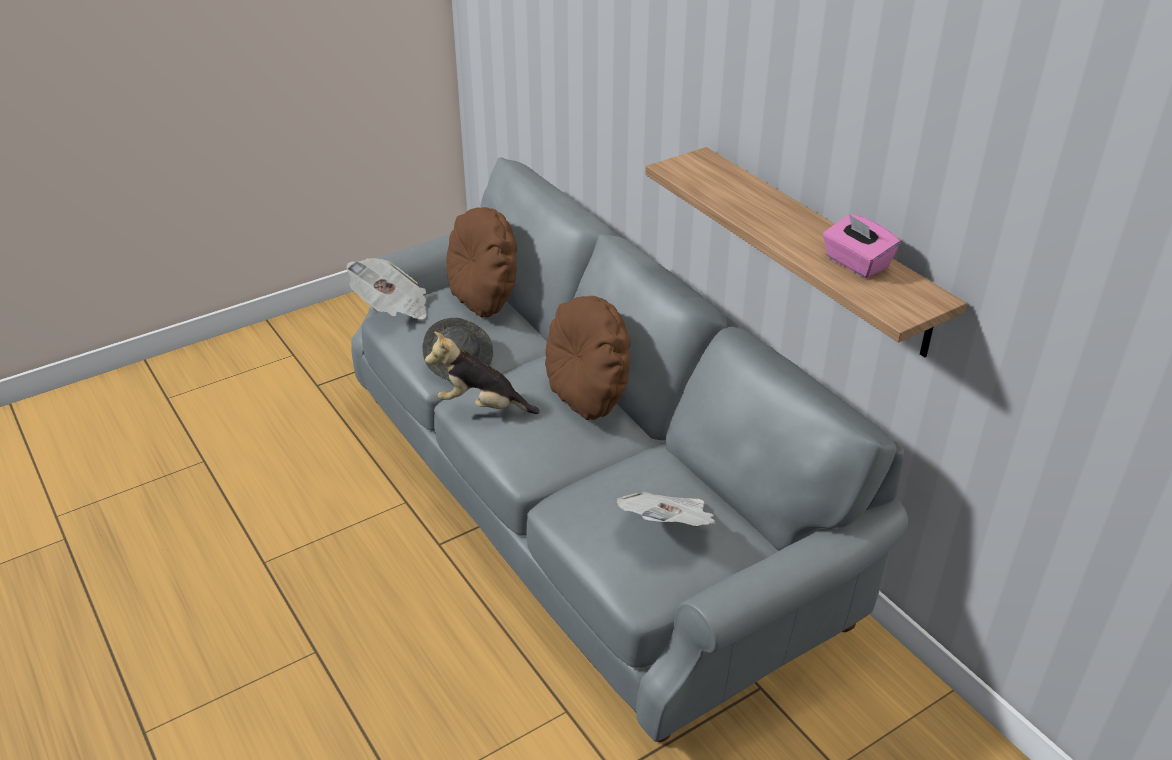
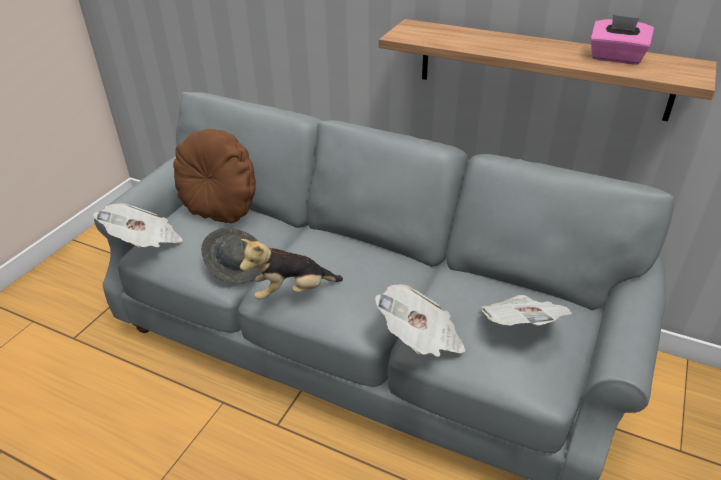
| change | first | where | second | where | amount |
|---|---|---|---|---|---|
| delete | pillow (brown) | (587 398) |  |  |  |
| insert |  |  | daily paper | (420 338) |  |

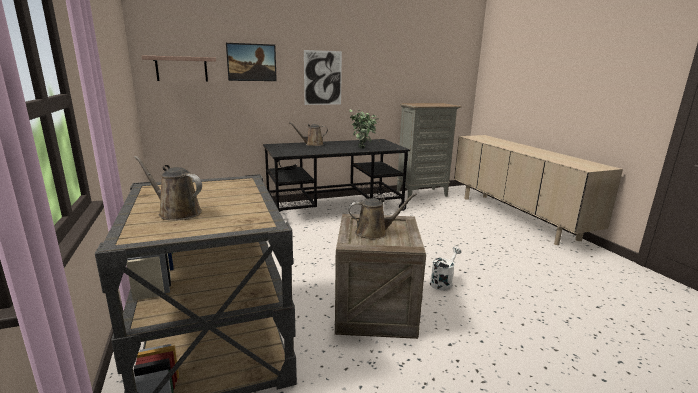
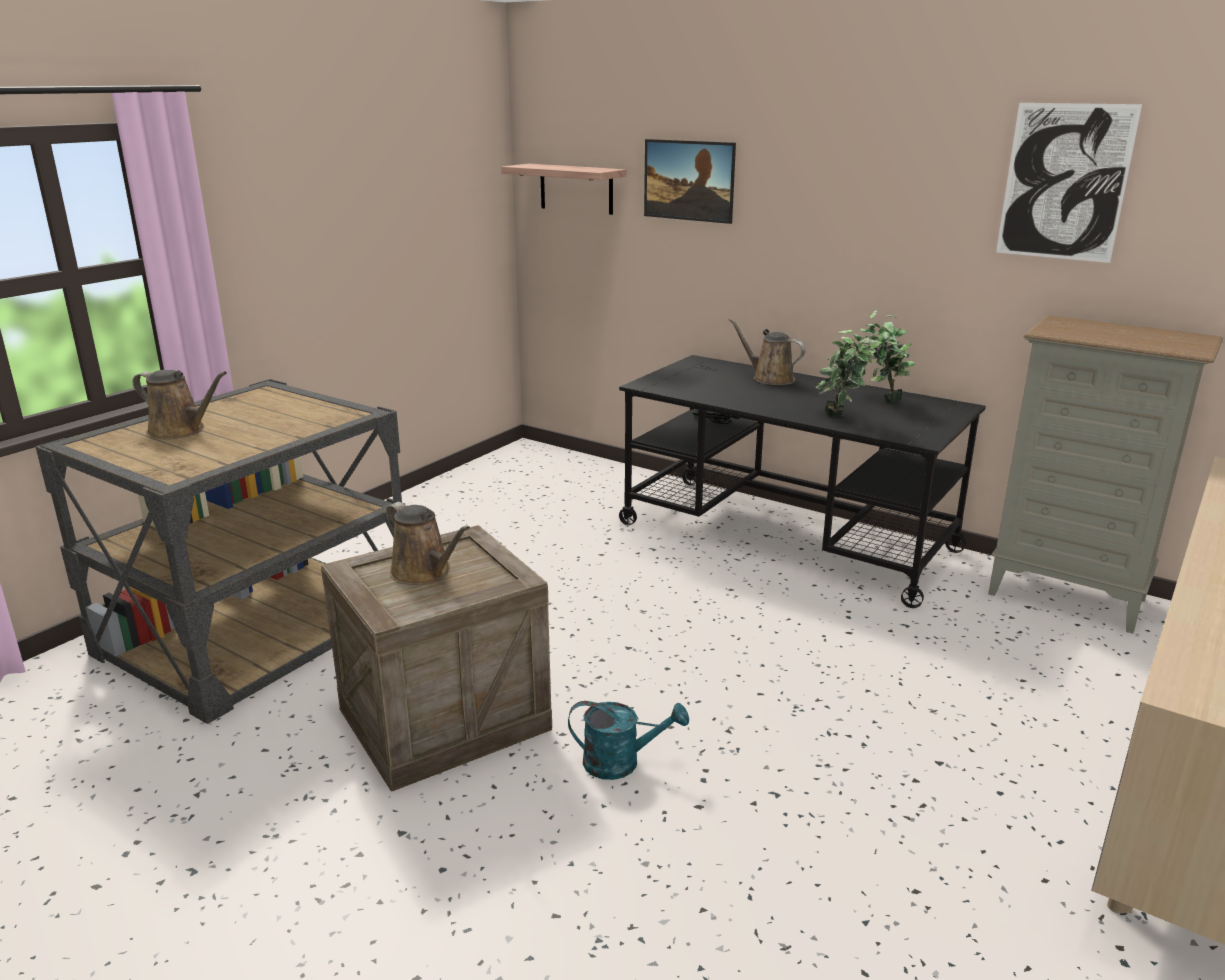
| change | first | where | second | where | amount |
|---|---|---|---|---|---|
| rotate | watering can (brown) | (176 212) |  | (181 431) | 120 degrees clockwise |
| move | picture | (323 78) |  | (1064 182) |  |
| recolor | watering can (white-coloured) | (443 282) | watering can (blue-green) | (621 762) |  |

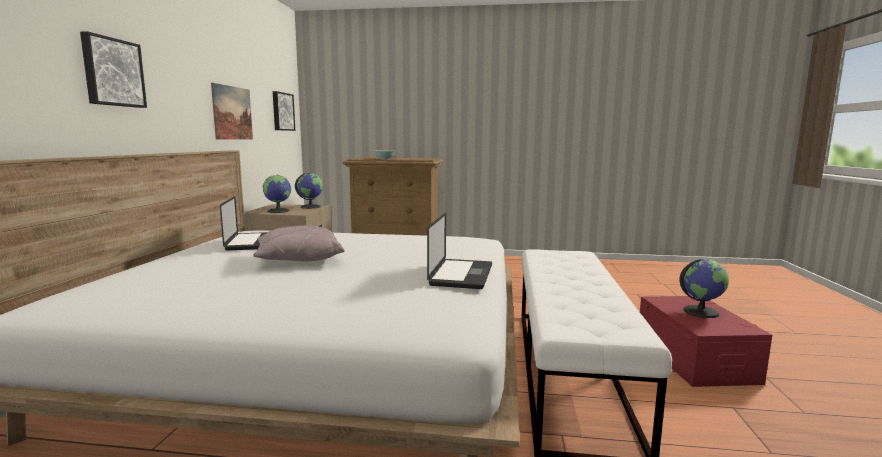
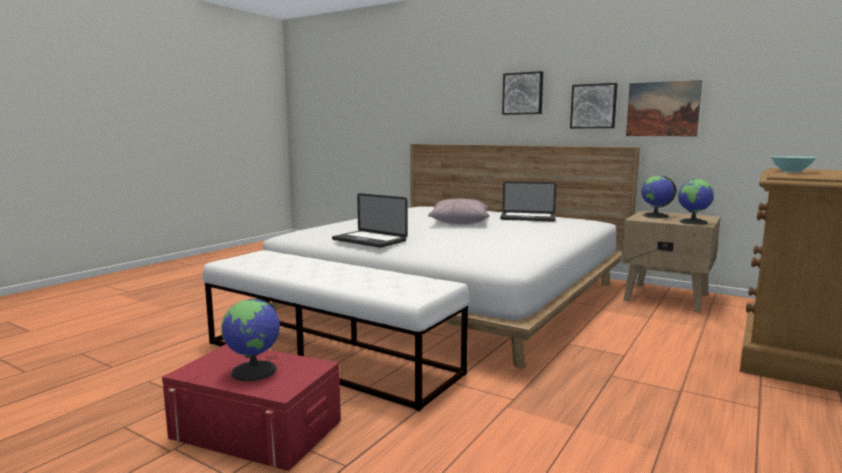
| change | first | where | second | where | amount |
|---|---|---|---|---|---|
| move | picture | (282 111) |  | (593 106) |  |

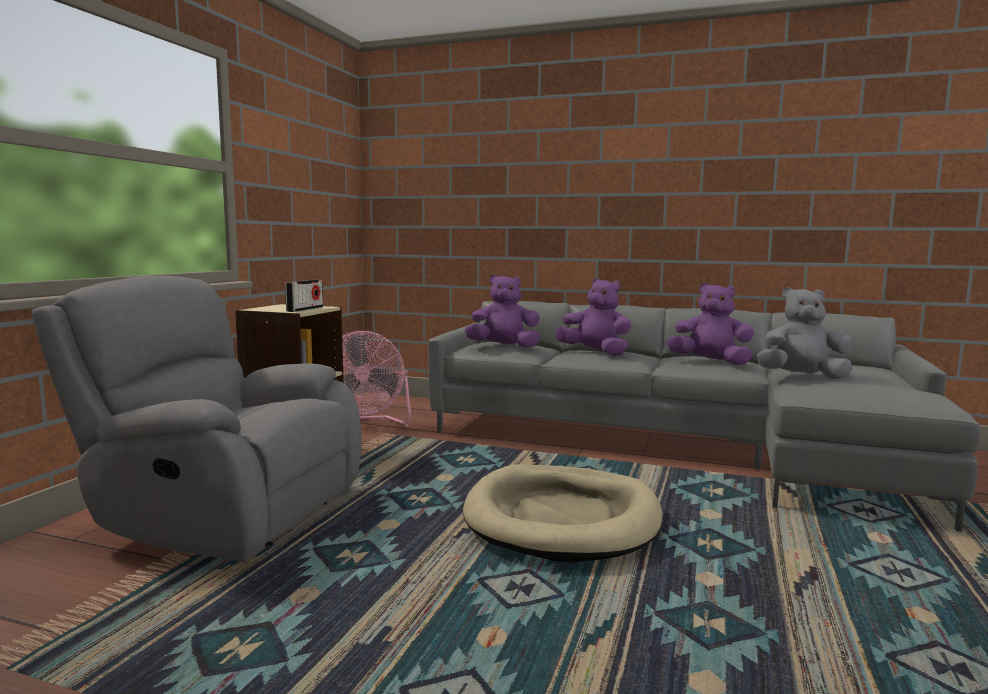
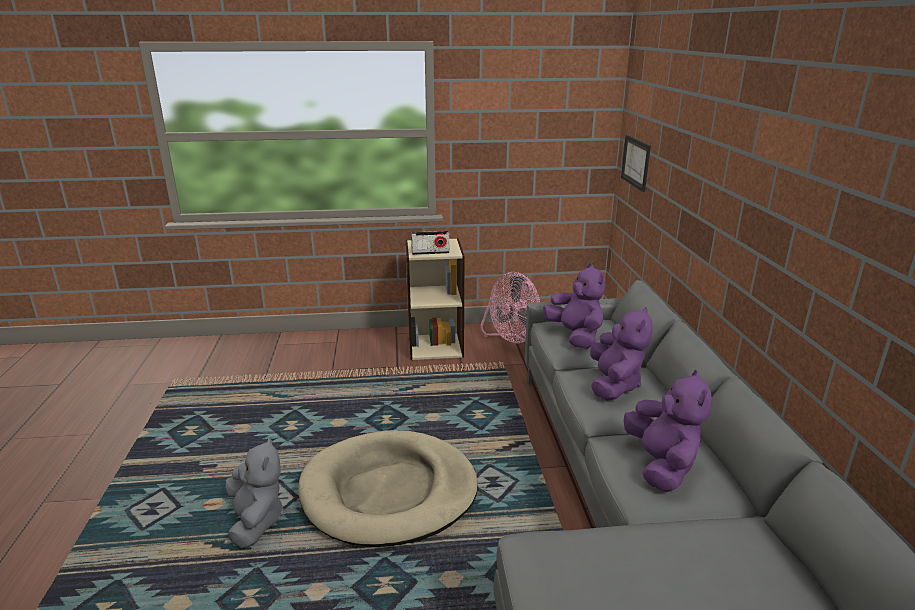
| change | first | where | second | where | amount |
|---|---|---|---|---|---|
| delete | armchair (grey) | (226 512) |  |  |  |
| move | soft toy (grey) | (802 377) |  | (256 521) |  |
| insert |  |  | picture | (636 162) |  |

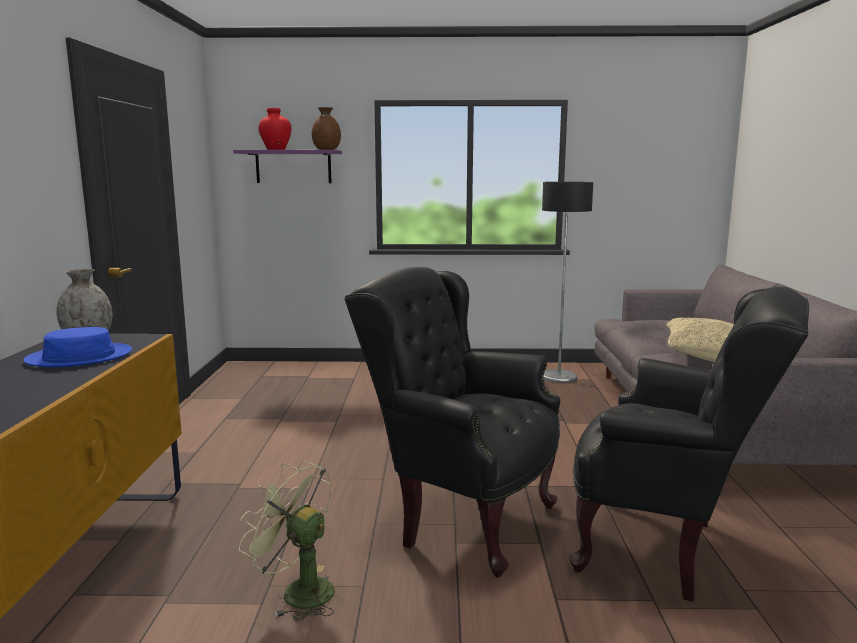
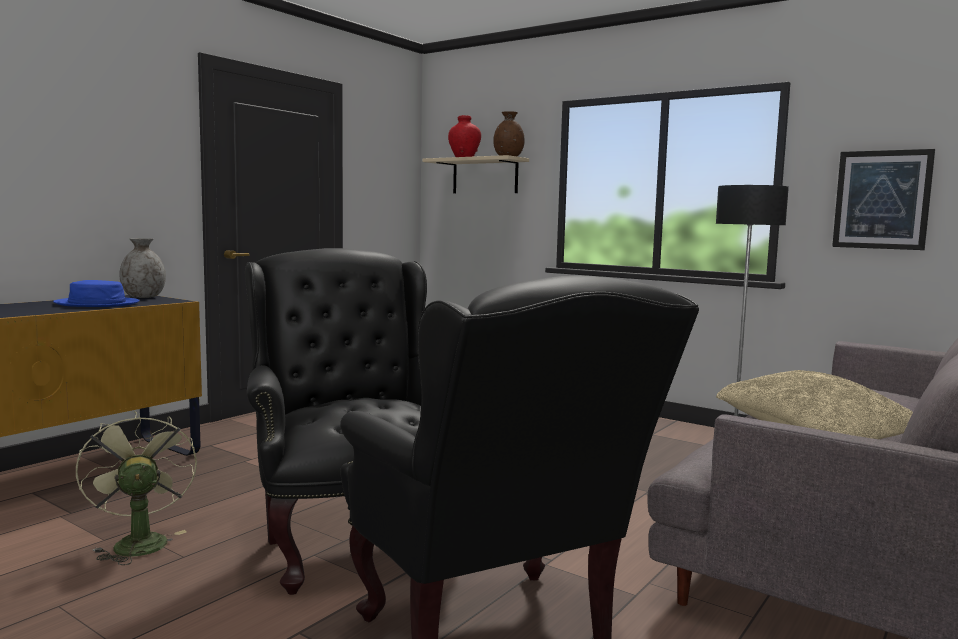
| change | first | where | second | where | amount |
|---|---|---|---|---|---|
| recolor | shelf (purple-coloured) | (293 167) | shelf (beige) | (485 176) |  |
| insert |  |  | picture | (882 200) |  |

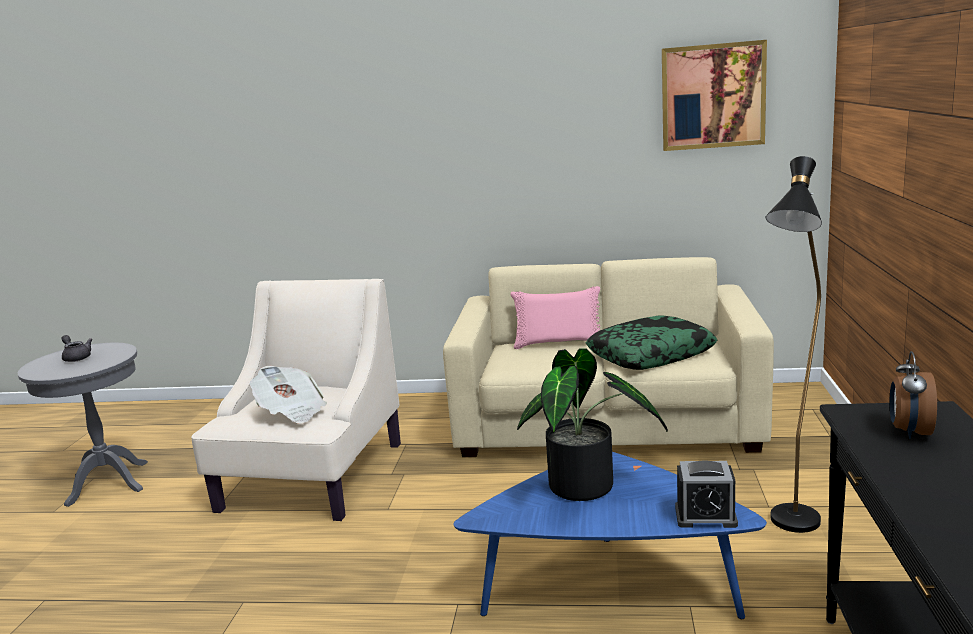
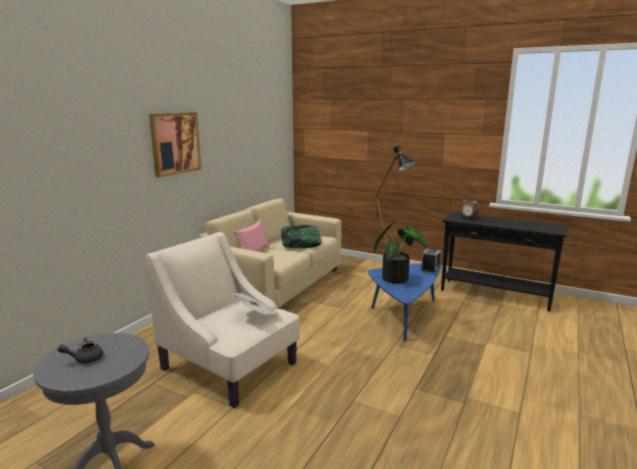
| change | first | where | second | where | amount |
|---|---|---|---|---|---|
| move | picture | (713 96) |  | (175 143) |  |

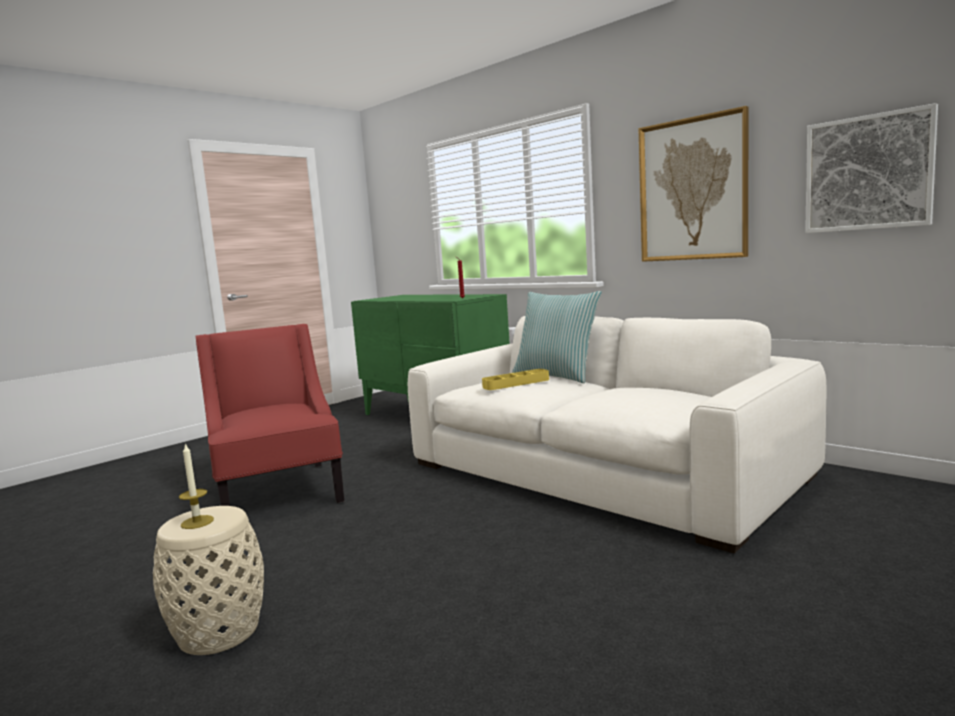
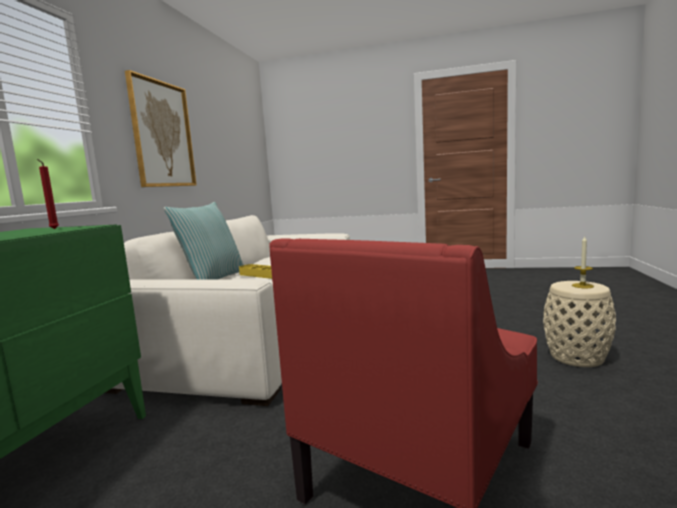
| change | first | where | second | where | amount |
|---|---|---|---|---|---|
| delete | picture | (868 173) |  |  |  |

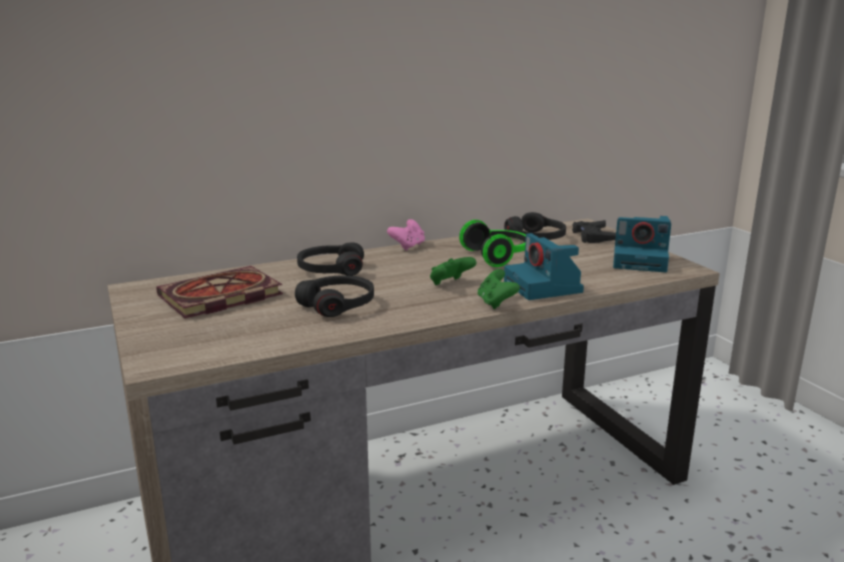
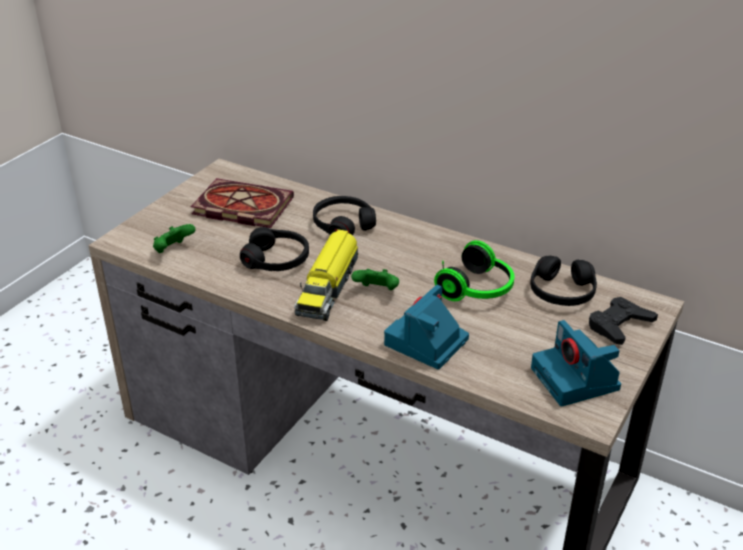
| change | first | where | second | where | amount |
|---|---|---|---|---|---|
| delete | gamepad (pinkish) | (408 246) |  |  |  |
| move | gamepad (green-coloured) | (496 303) |  | (173 250) |  |
| insert |  |  | toy truck | (328 287) |  |

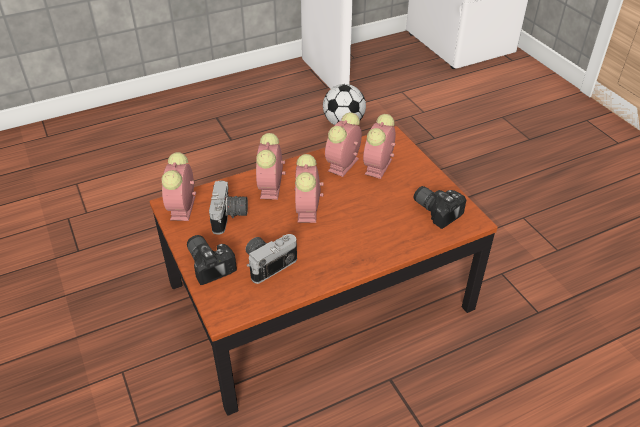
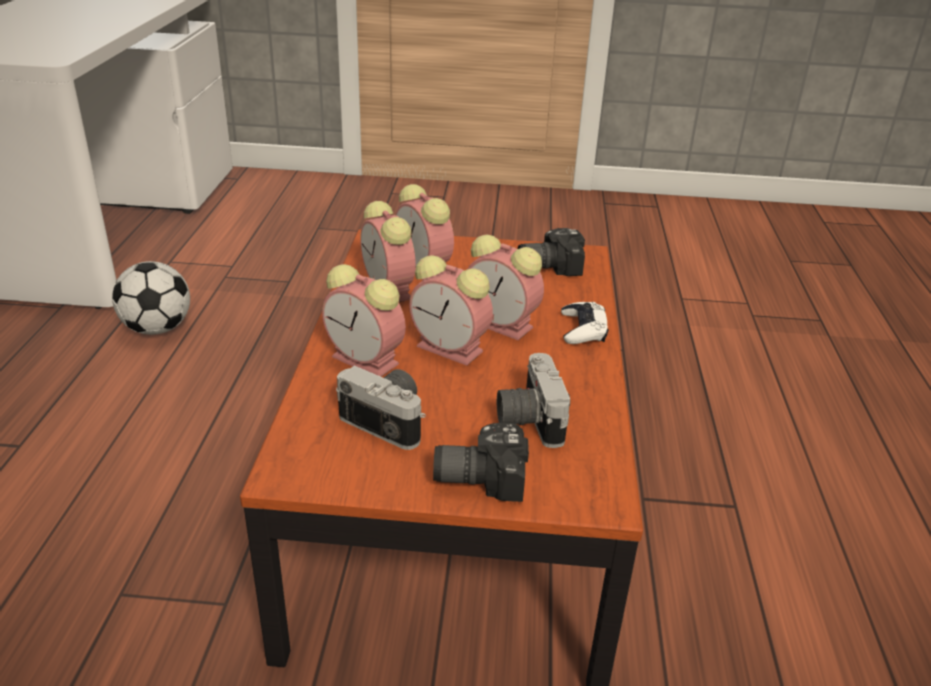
| change | first | where | second | where | amount |
|---|---|---|---|---|---|
| move | table clock | (183 209) |  | (504 325) |  |
| insert |  |  | gamepad (white-coloured) | (583 329) |  |

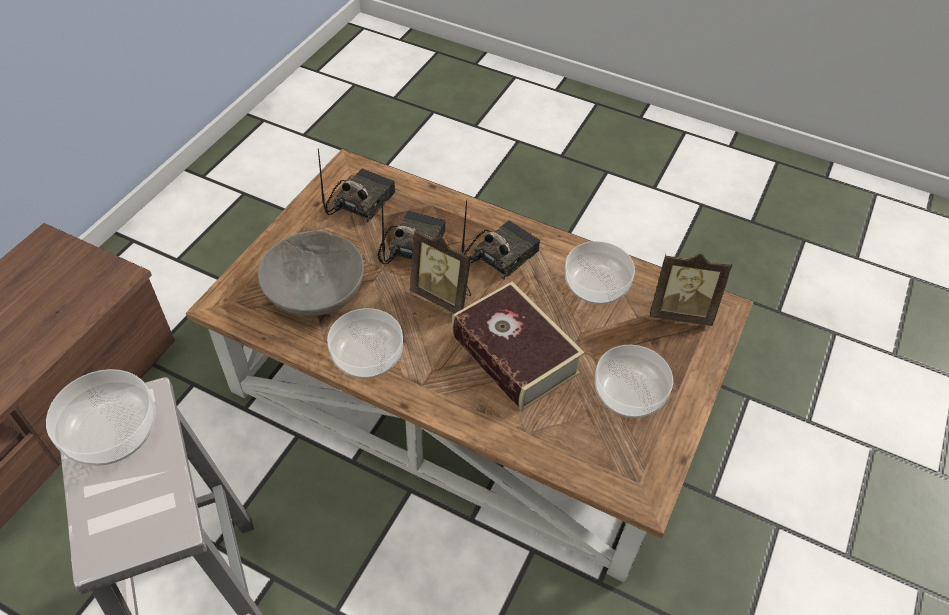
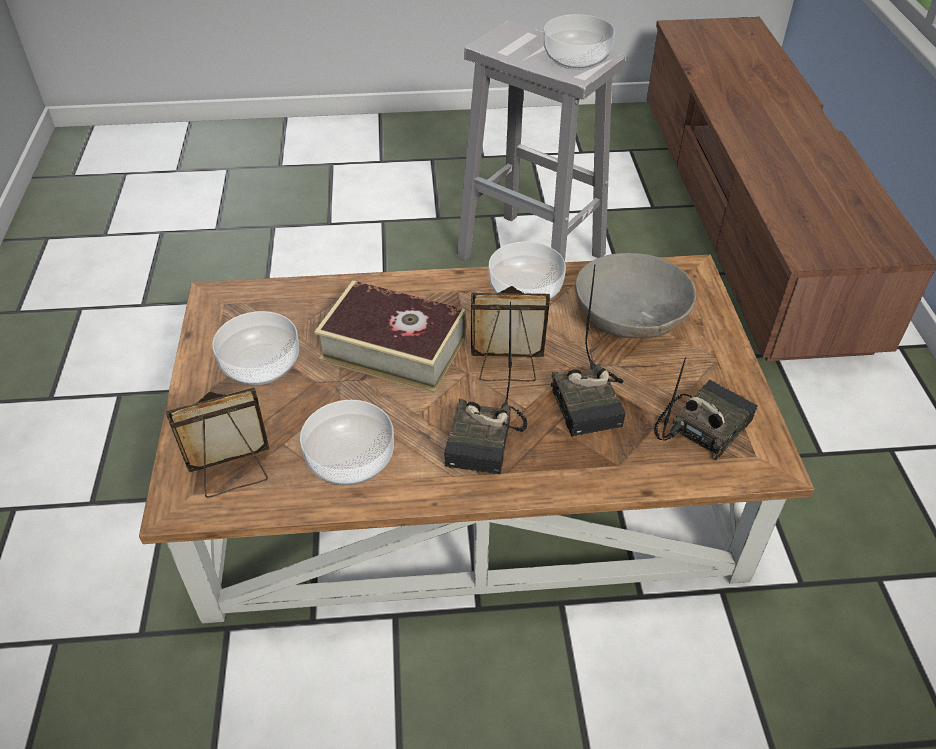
| change | first | where | second | where | amount |
|---|---|---|---|---|---|
| rotate | radio receiver | (360 201) |  | (702 426) | 135 degrees counterclockwise |

